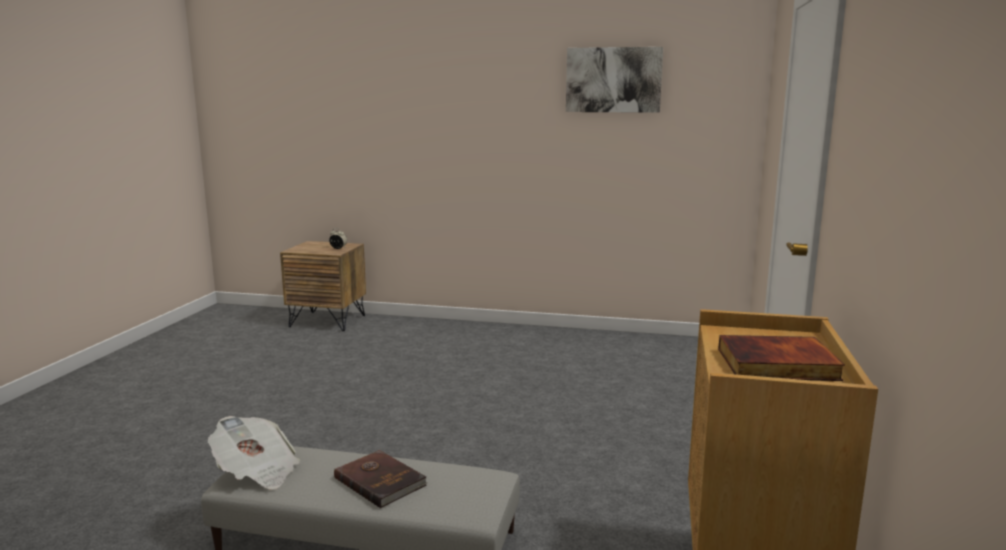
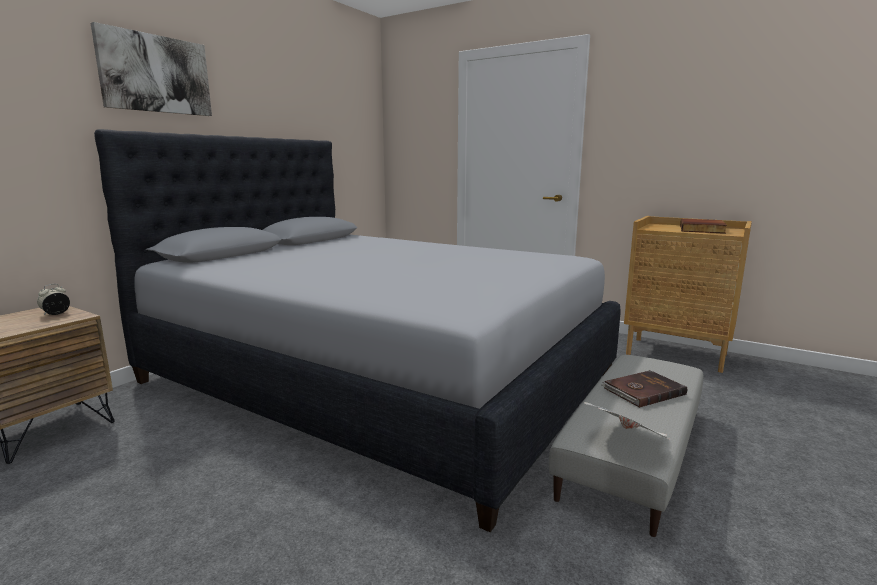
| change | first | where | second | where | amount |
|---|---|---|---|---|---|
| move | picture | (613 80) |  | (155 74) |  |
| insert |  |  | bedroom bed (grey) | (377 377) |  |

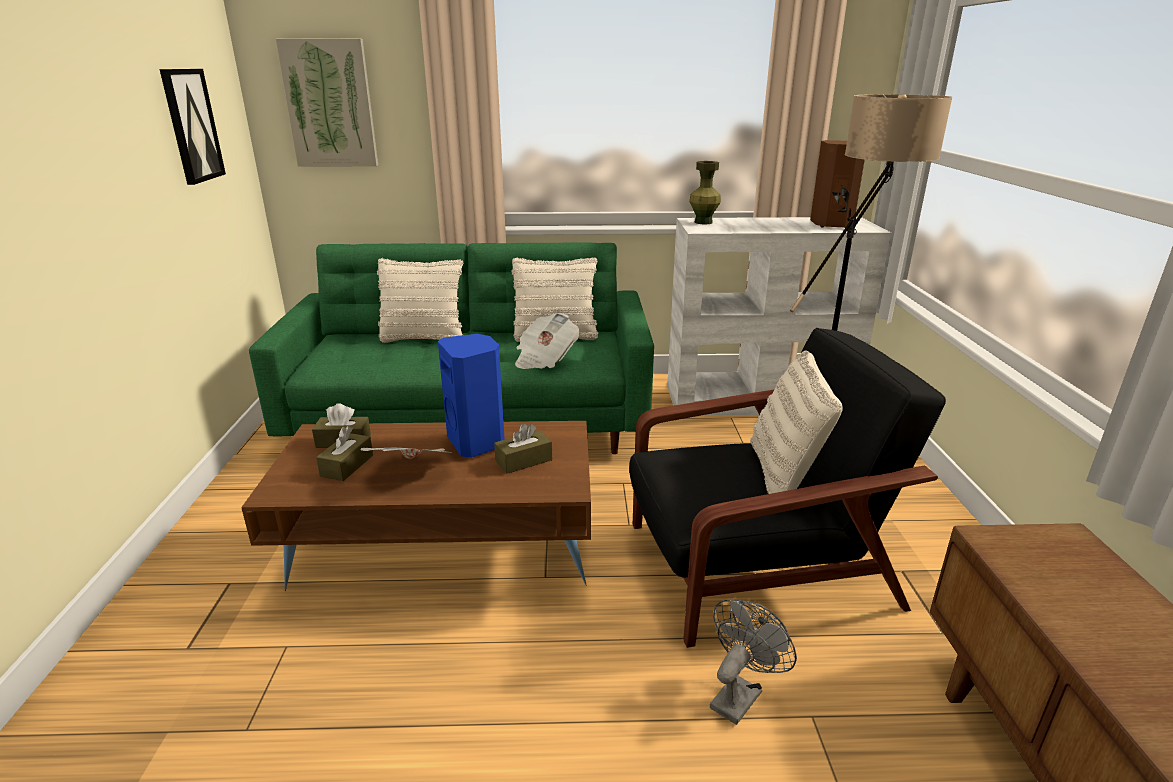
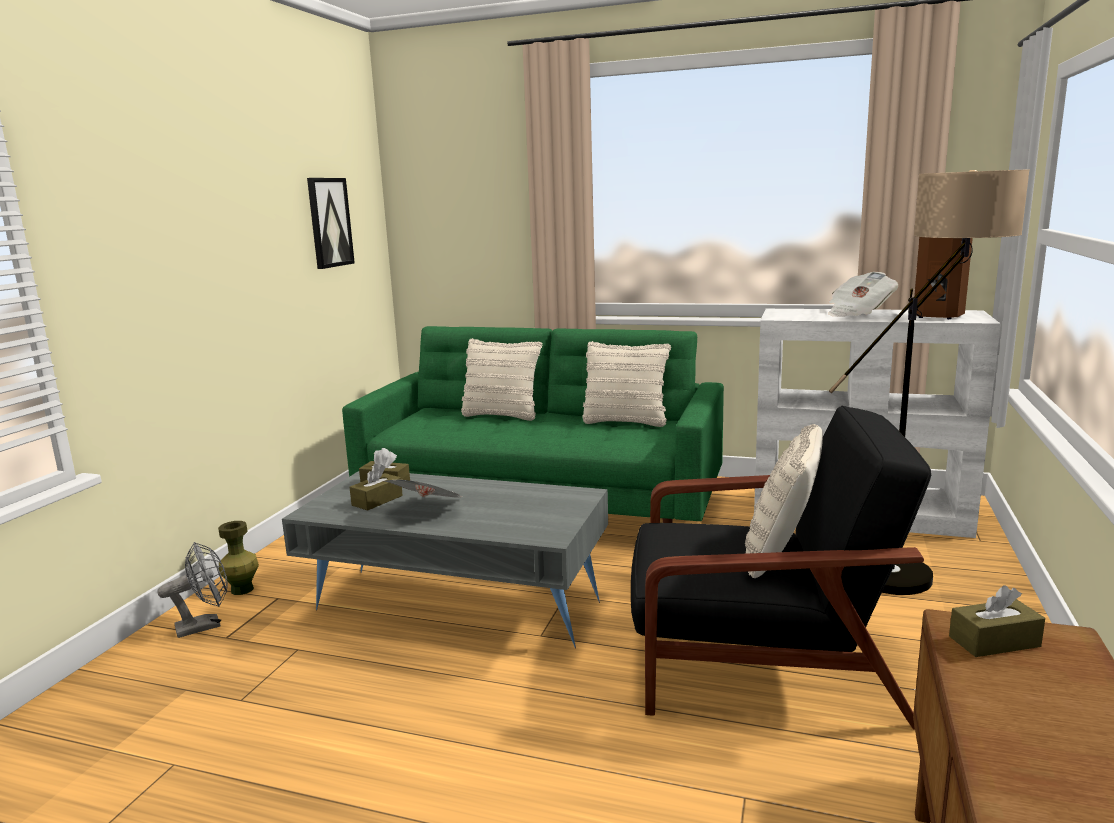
| change | first | where | second | where | amount |
|---|---|---|---|---|---|
| recolor | low table (brown) | (444 557) | low table (grey) | (458 606) |  |
| delete | picture | (330 104) |  |  |  |
| delete | speaker (bluish) | (477 443) |  |  |  |
| move | box of tissues (brown) | (524 461) |  | (994 641) |  |
| move | daily paper | (544 359) |  | (858 313) |  |
| move | flower vase (green-coloured) | (703 222) |  | (242 589) |  |
| move | electric fan (grey) | (739 694) |  | (206 625) |  |

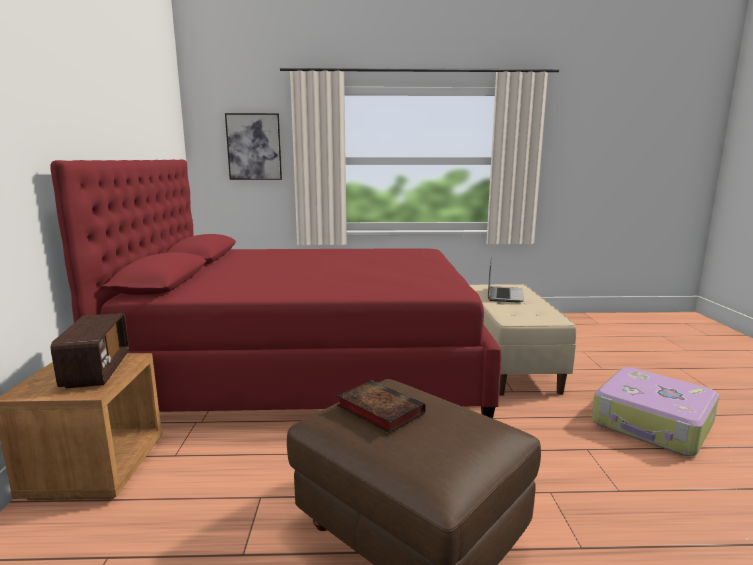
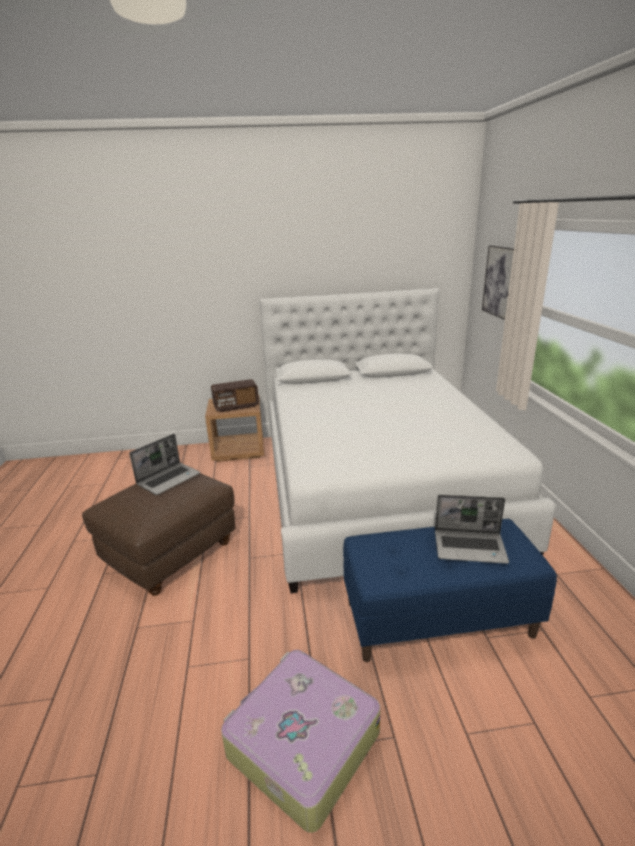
| change | first | where | second | where | amount |
|---|---|---|---|---|---|
| recolor | bedroom bed (red-coloured) | (310 365) | bedroom bed (white-coloured) | (377 486) |  |
| replace | bound book | (378 409) | portable computer | (169 479) |  |
| recolor | long seat (beige) | (508 363) | long seat (bluish) | (438 618) |  |

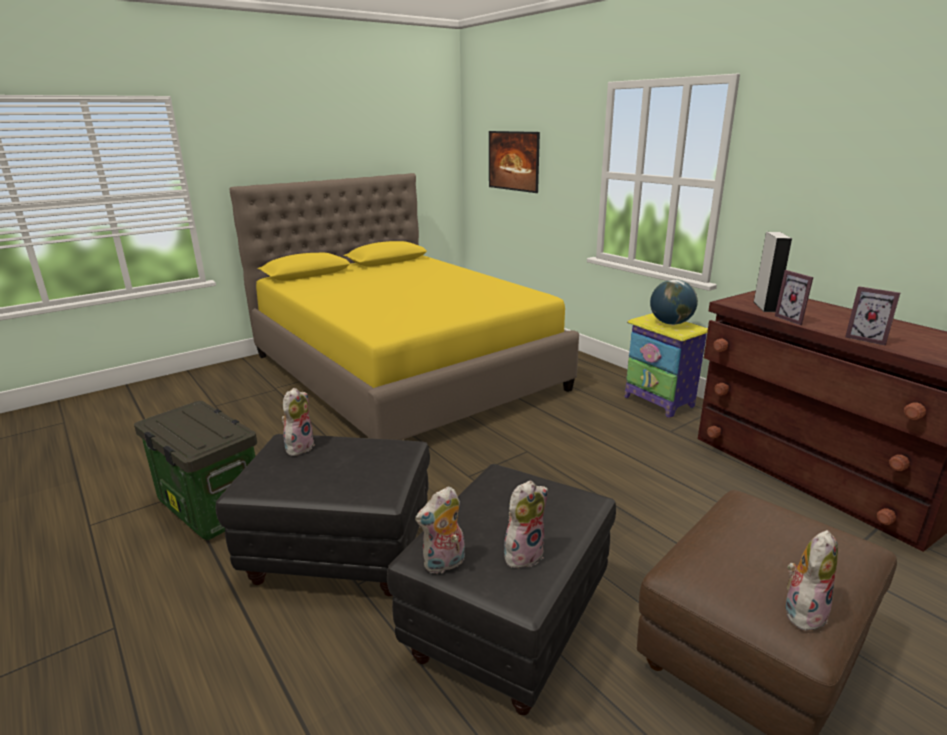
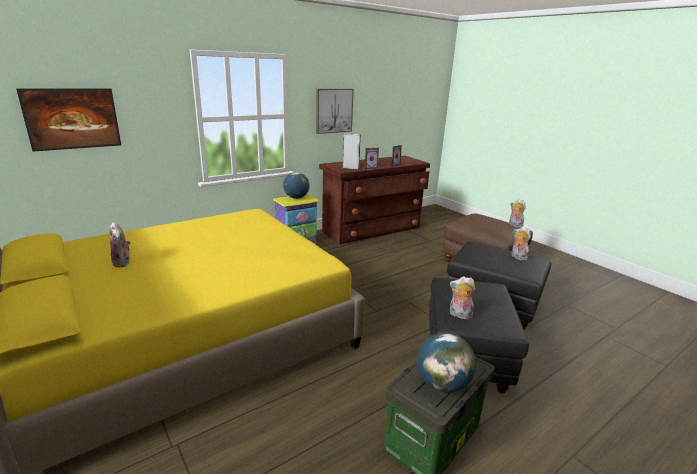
| change | first | where | second | where | amount |
|---|---|---|---|---|---|
| move | soft toy | (444 564) |  | (123 263) |  |
| insert |  |  | picture | (334 110) |  |
| insert |  |  | desk globe | (442 384) |  |

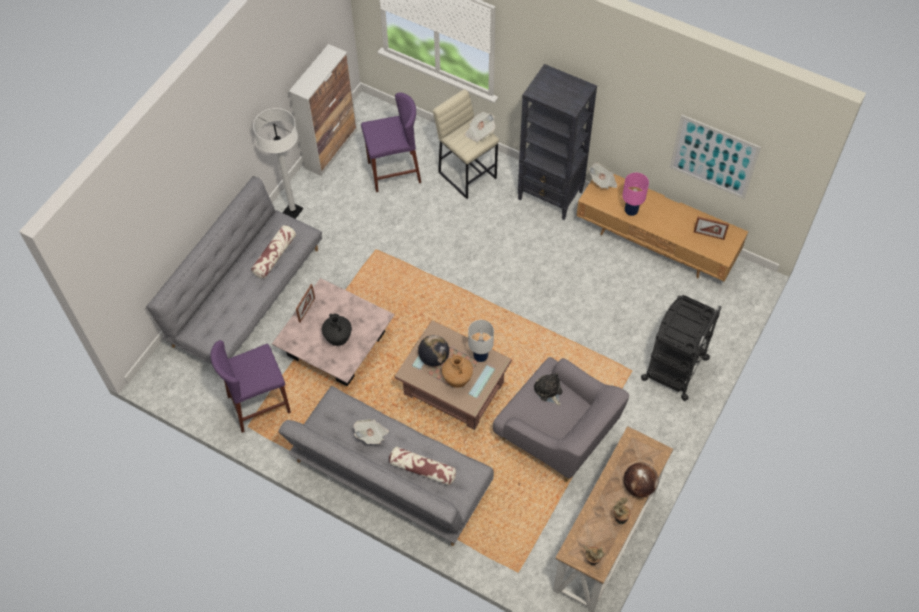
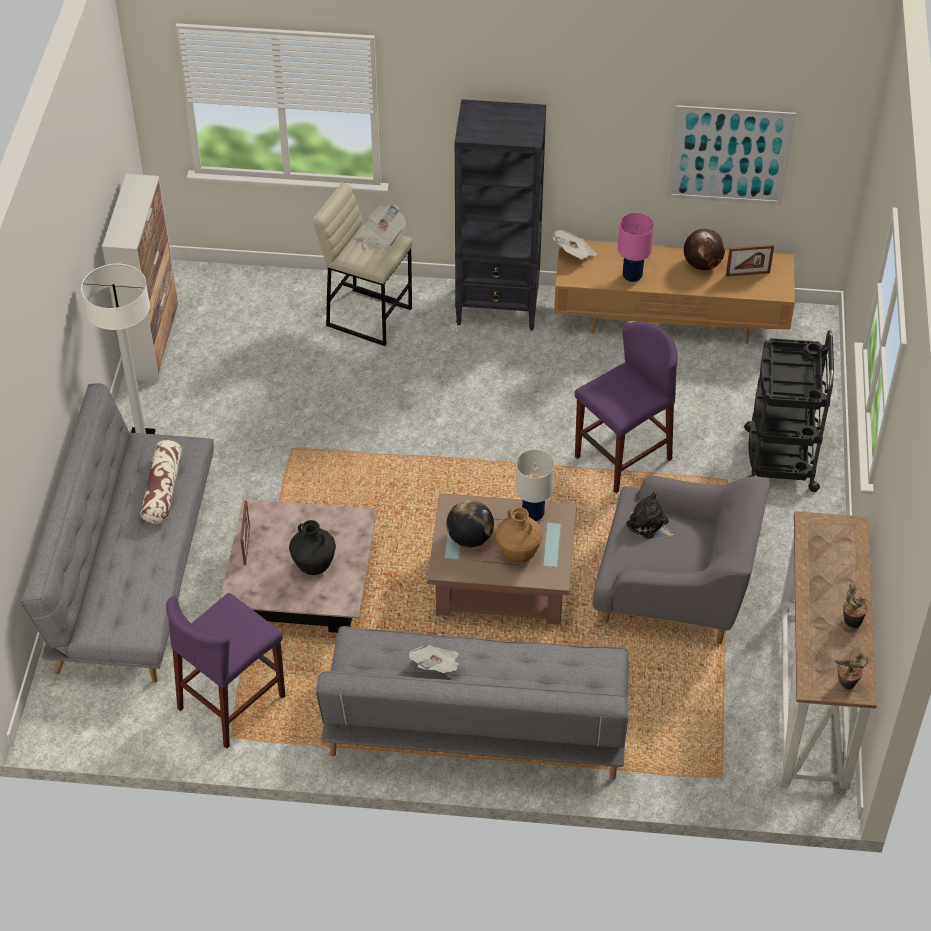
| change | first | where | second | where | amount |
|---|---|---|---|---|---|
| move | stool (purple-coloured) | (394 172) |  | (622 458) |  |
| delete | pillow | (422 469) |  |  |  |
| move | desk globe | (638 486) |  | (702 264) |  |

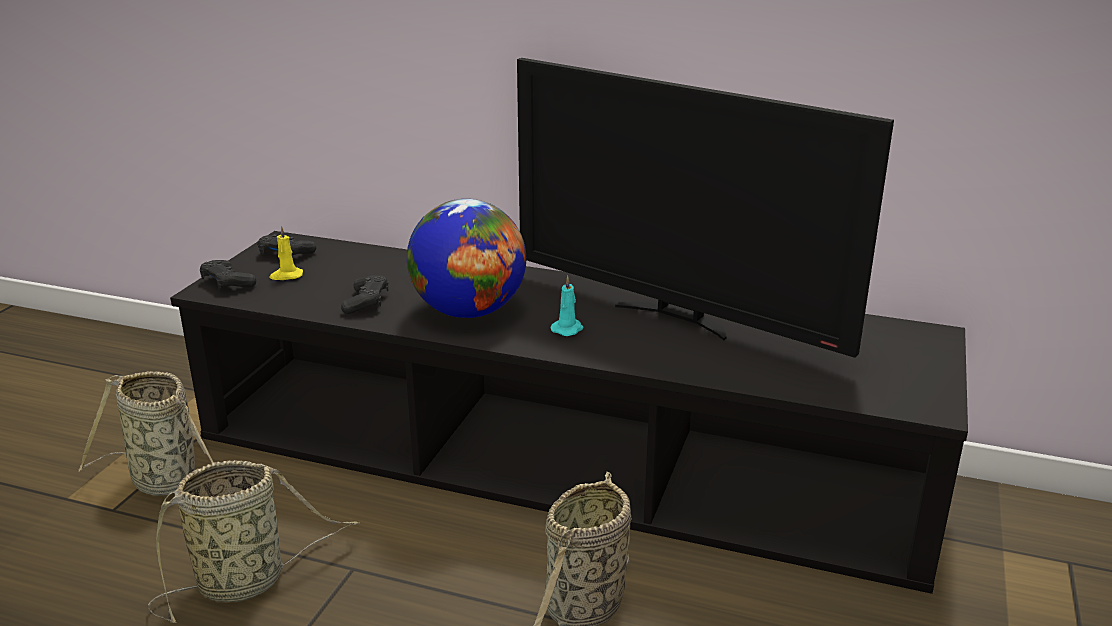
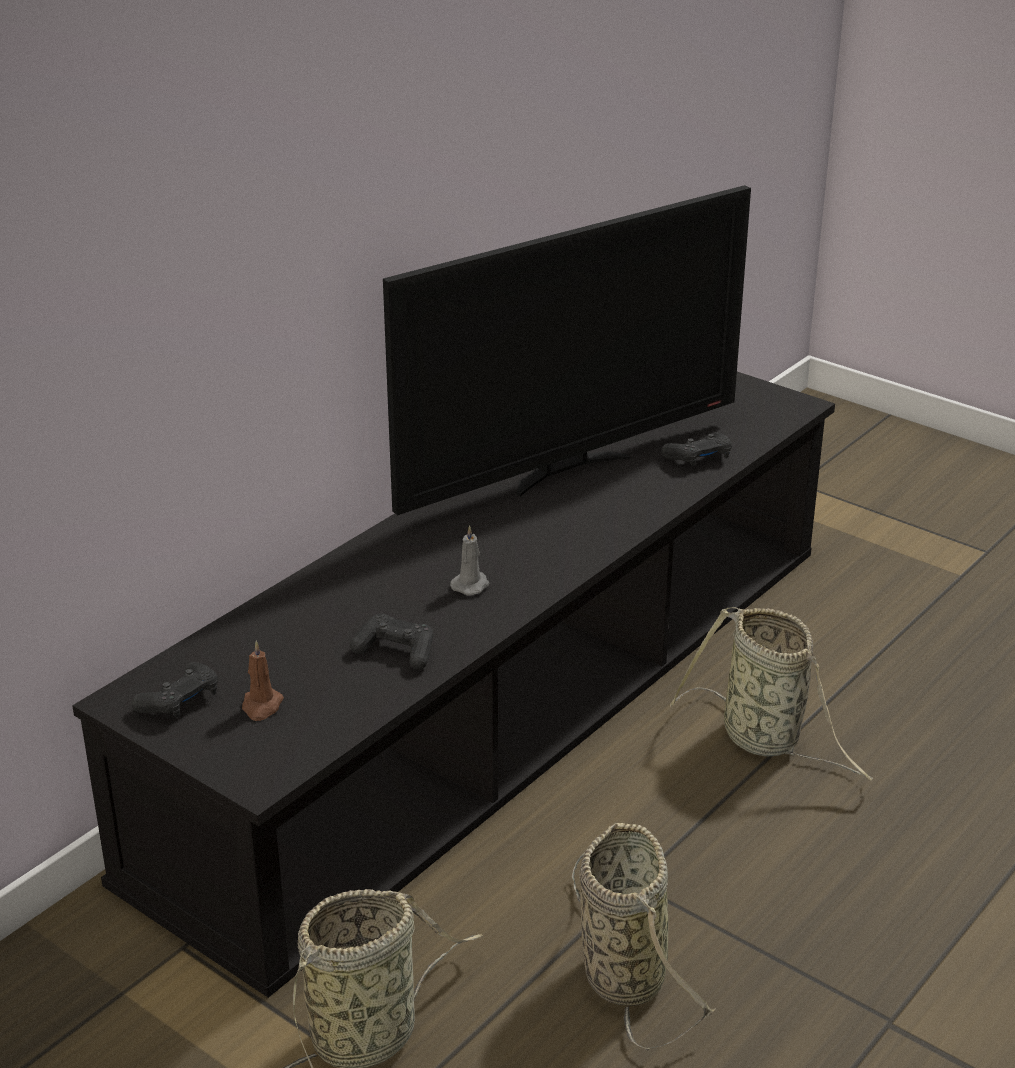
| change | first | where | second | where | amount |
|---|---|---|---|---|---|
| move | gamepad (blackish) | (227 283) |  | (699 458) |  |
| recolor | candle (yellow-coloured) | (286 276) | candle (brown) | (261 706) |  |
| replace | desk globe | (469 311) | candle (grey) | (471 585) |  |
| delete | candle (blue-green) | (568 329) |  |  |  |

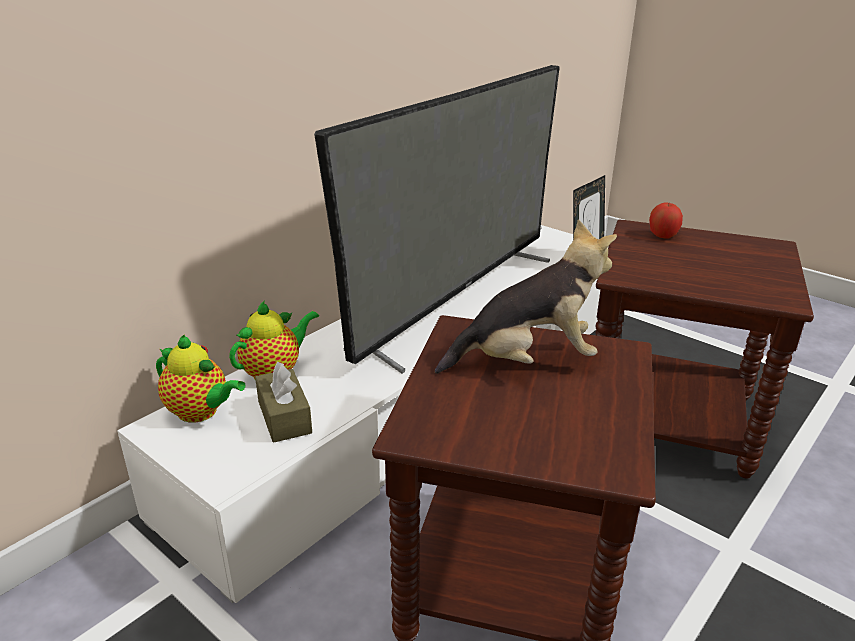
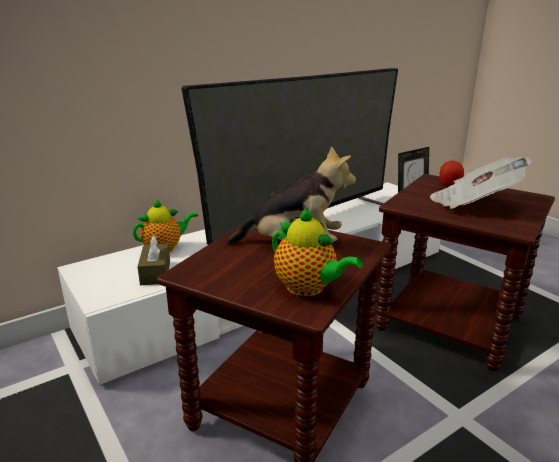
| change | first | where | second | where | amount |
|---|---|---|---|---|---|
| move | pot for tea | (201 412) |  | (308 288) |  |
| insert |  |  | daily paper | (473 204) |  |

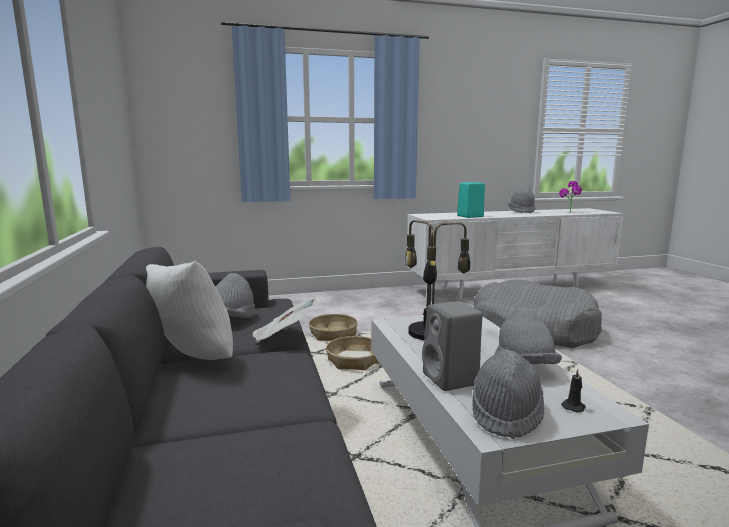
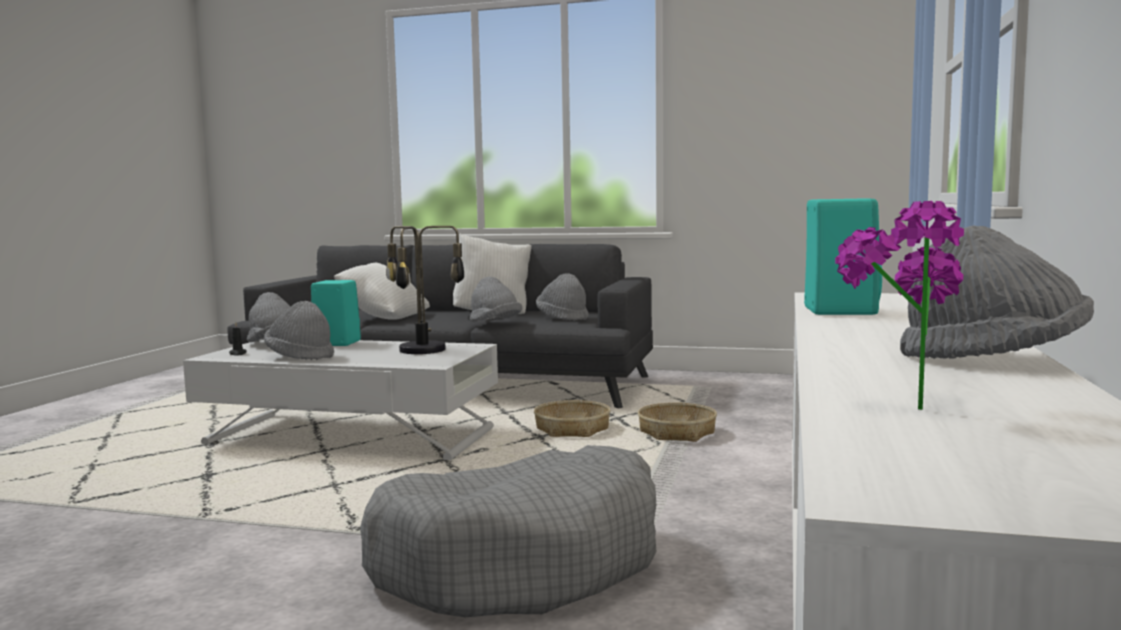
| change | first | where | second | where | amount |
|---|---|---|---|---|---|
| replace | daily paper | (283 336) | clothing hat (grey) | (495 323) |  |
| recolor | speaker (grey) | (451 380) | speaker (blue-green) | (335 343) |  |
| insert |  |  | pillow (white-coloured) | (383 318) |  |

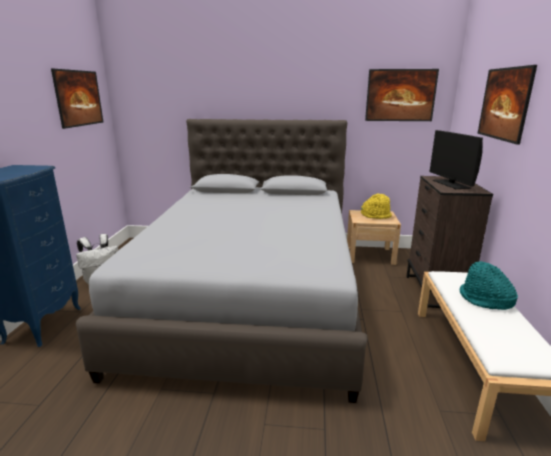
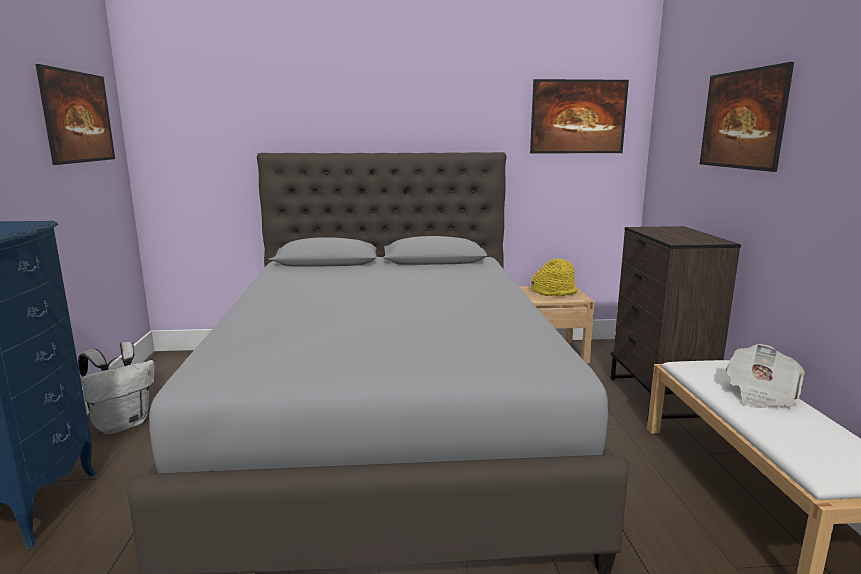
| change | first | where | second | where | amount |
|---|---|---|---|---|---|
| delete | computer display | (451 184) |  |  |  |
| replace | clothing hat (blue-green) | (485 300) | daily paper | (760 394) |  |

